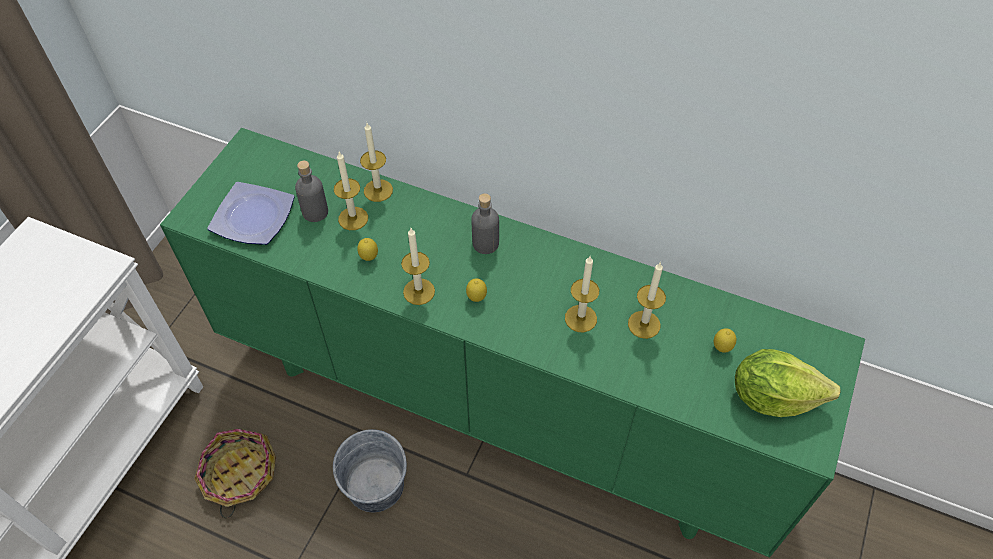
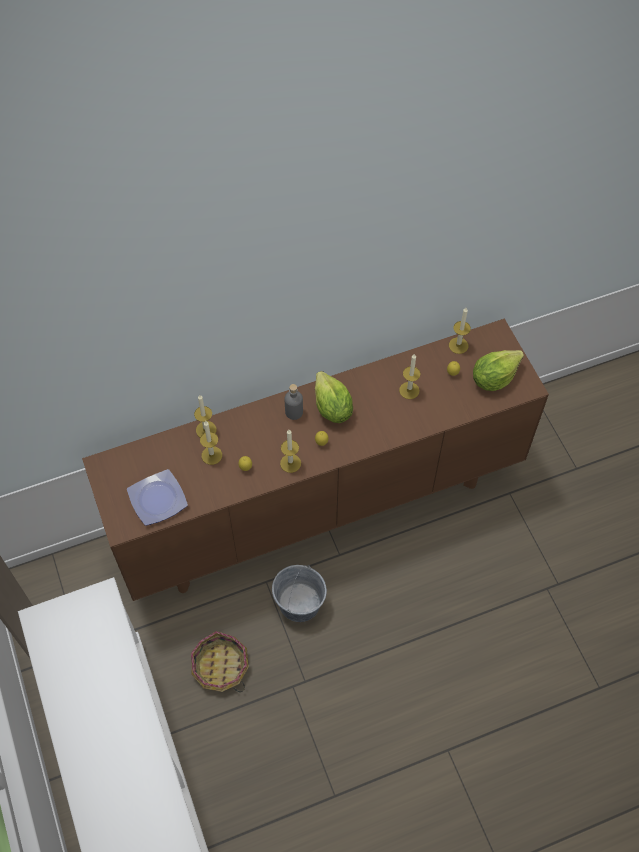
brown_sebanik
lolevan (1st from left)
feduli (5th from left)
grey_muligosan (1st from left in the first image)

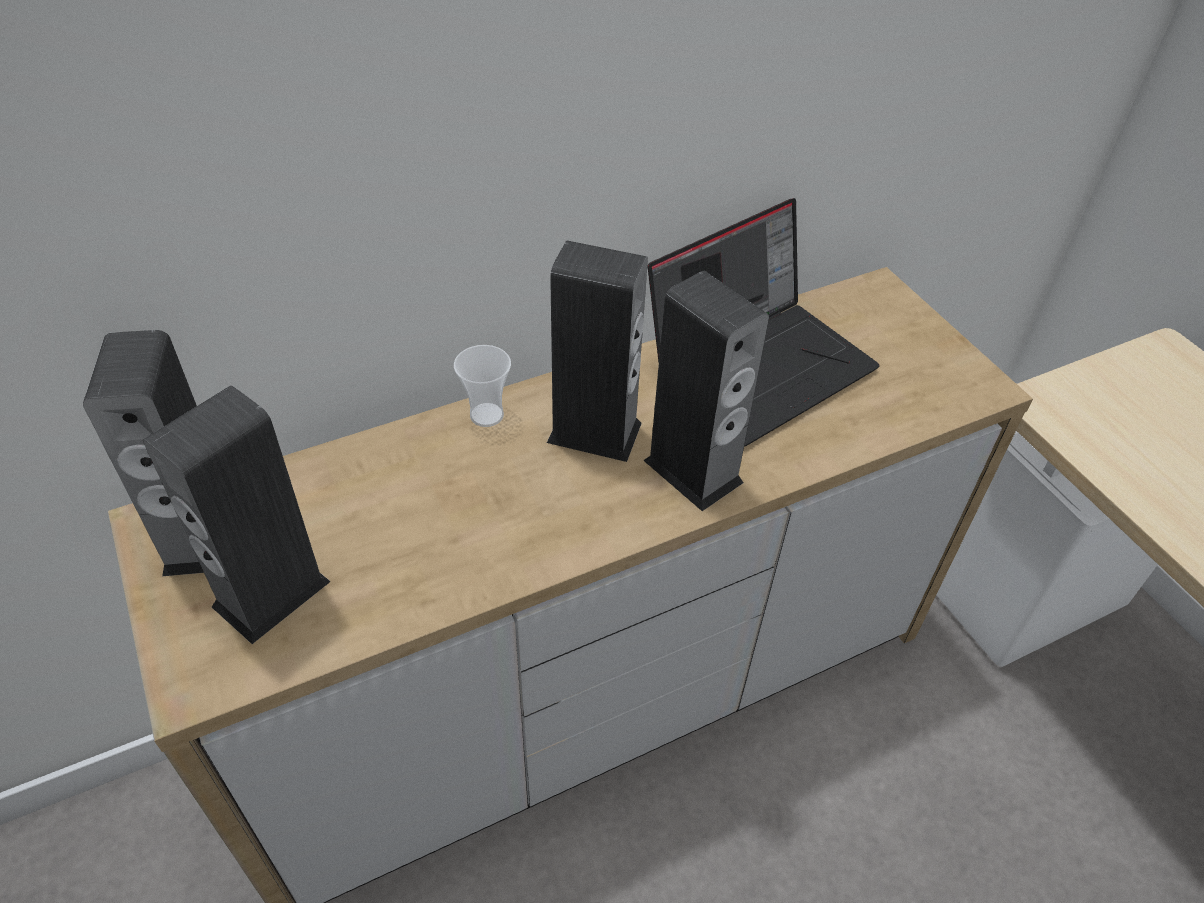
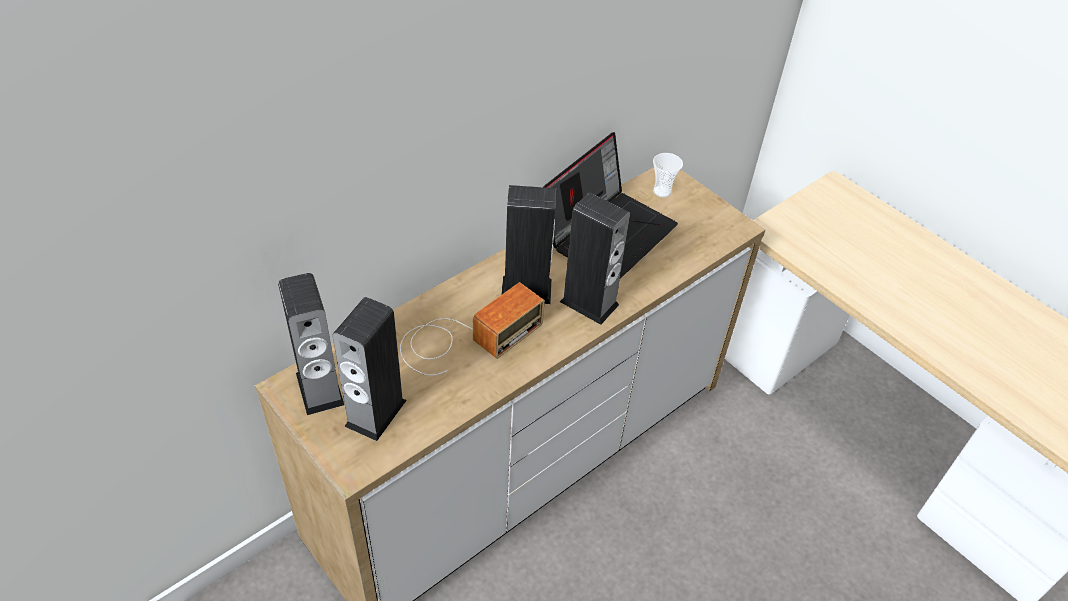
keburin
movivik

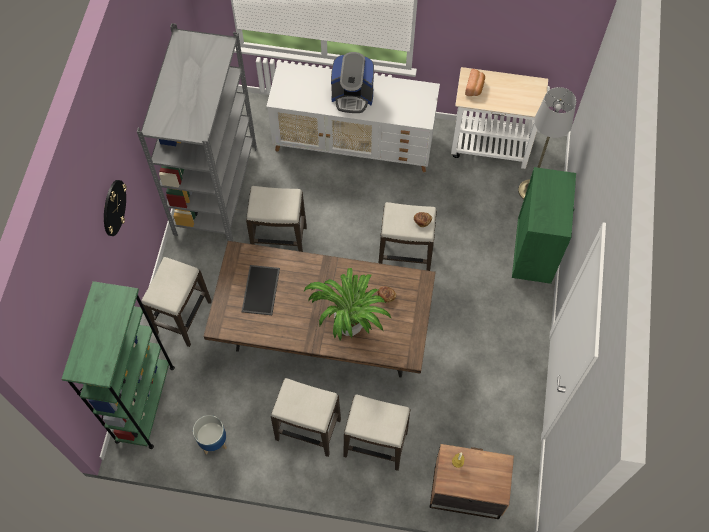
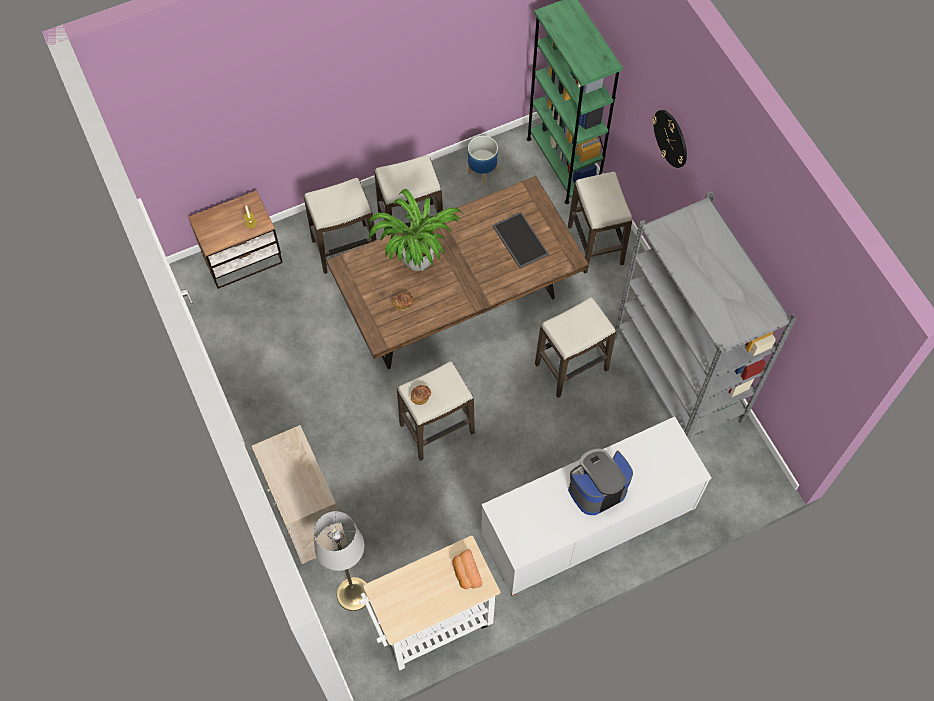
beige_sebanik

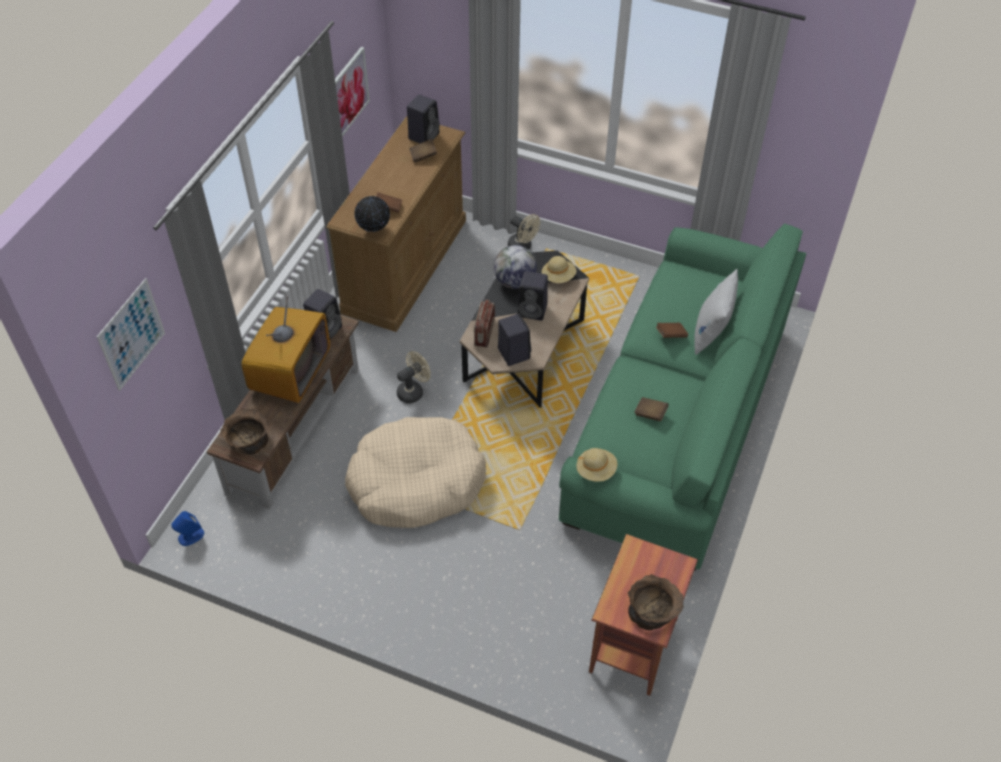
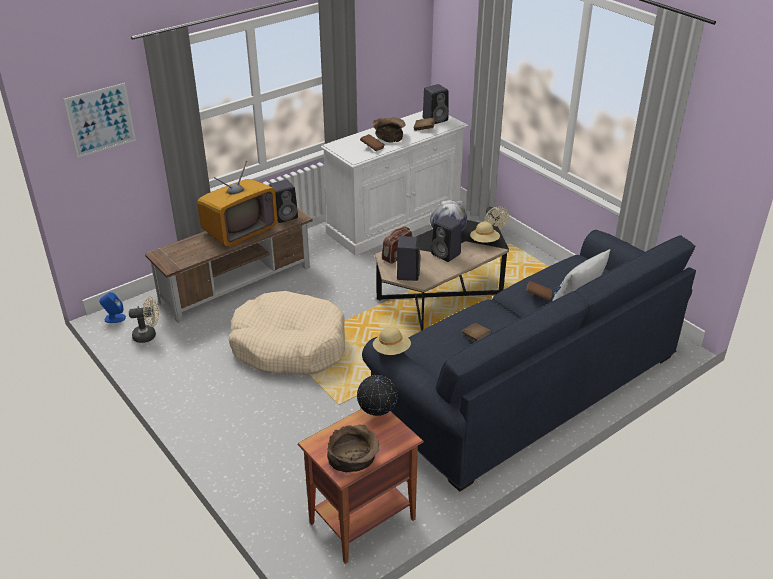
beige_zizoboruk (1st from left)
white_sebanik
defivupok (1st from left)
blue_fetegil
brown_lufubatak (2nd from left)
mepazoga (2nd from left in the first image)

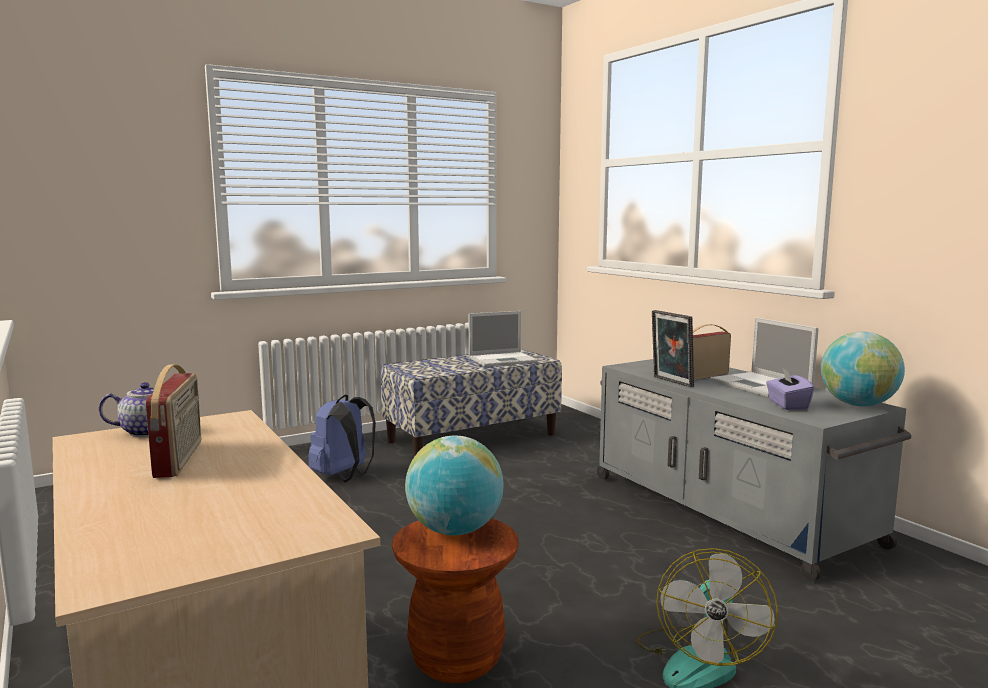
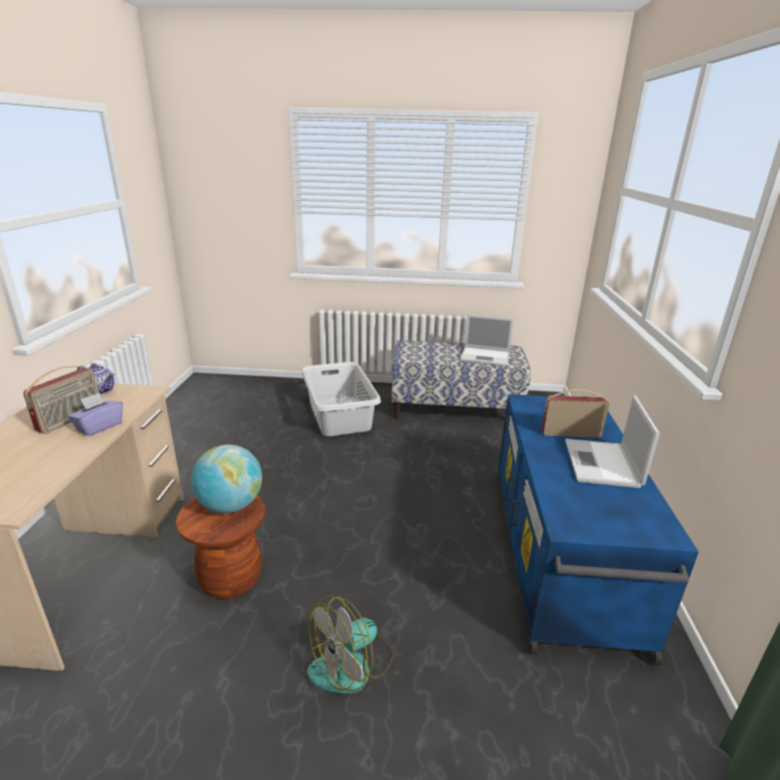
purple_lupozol
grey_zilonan
blue_sebanik
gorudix
defivupok (2nd from left in the first image)

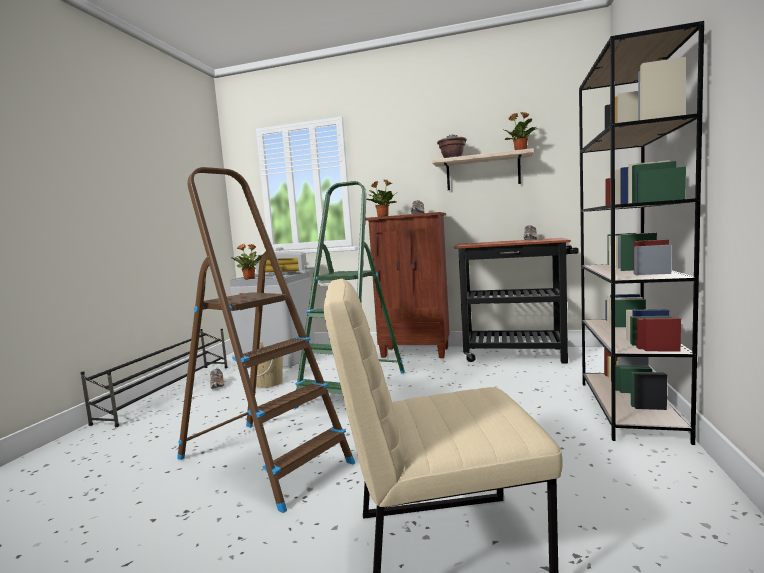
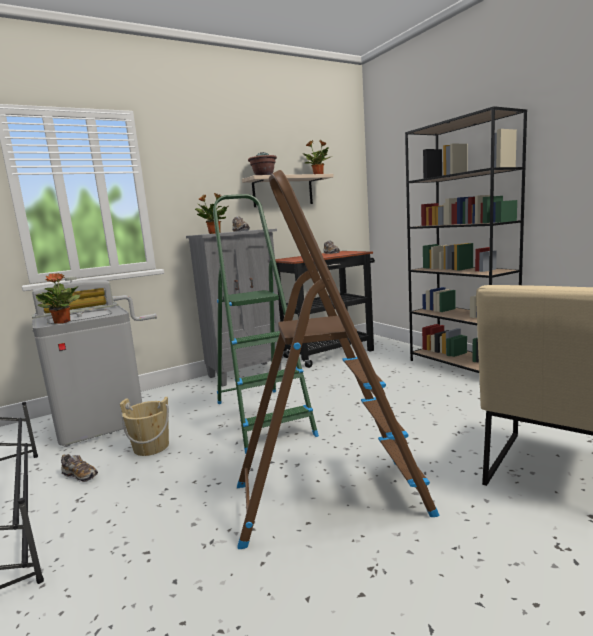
grey_sebanik

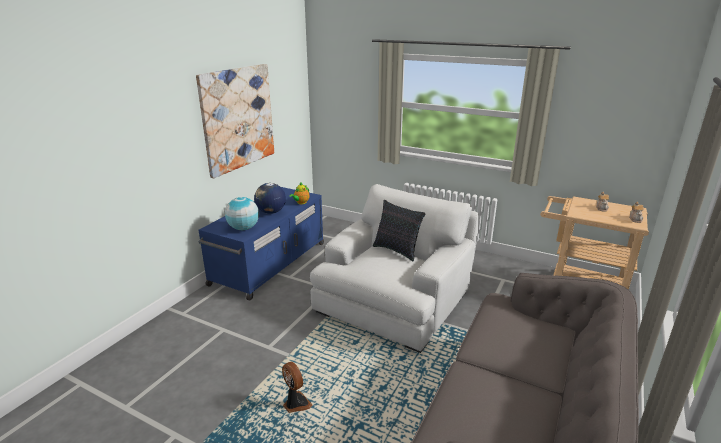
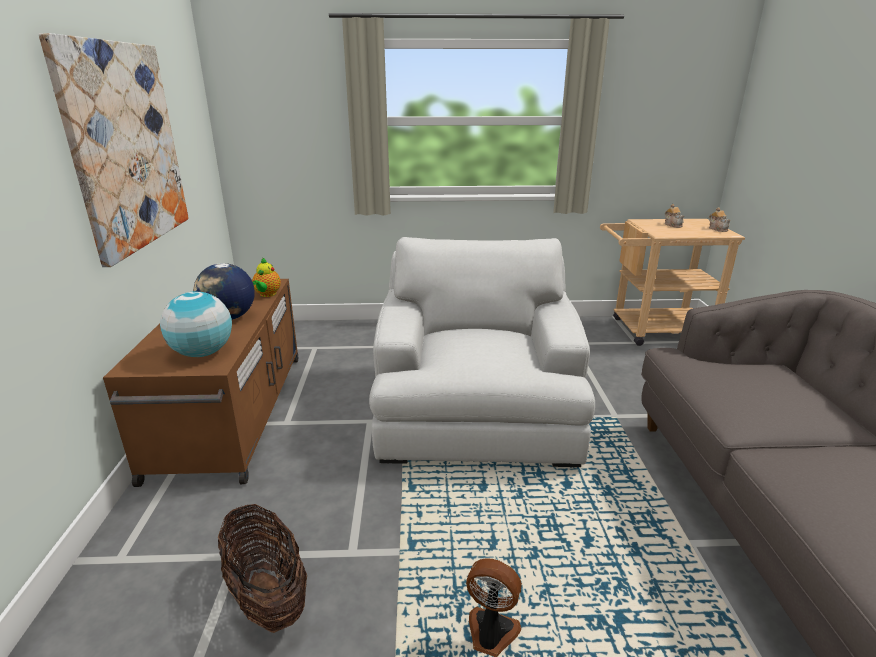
brown_sebanik
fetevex
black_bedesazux

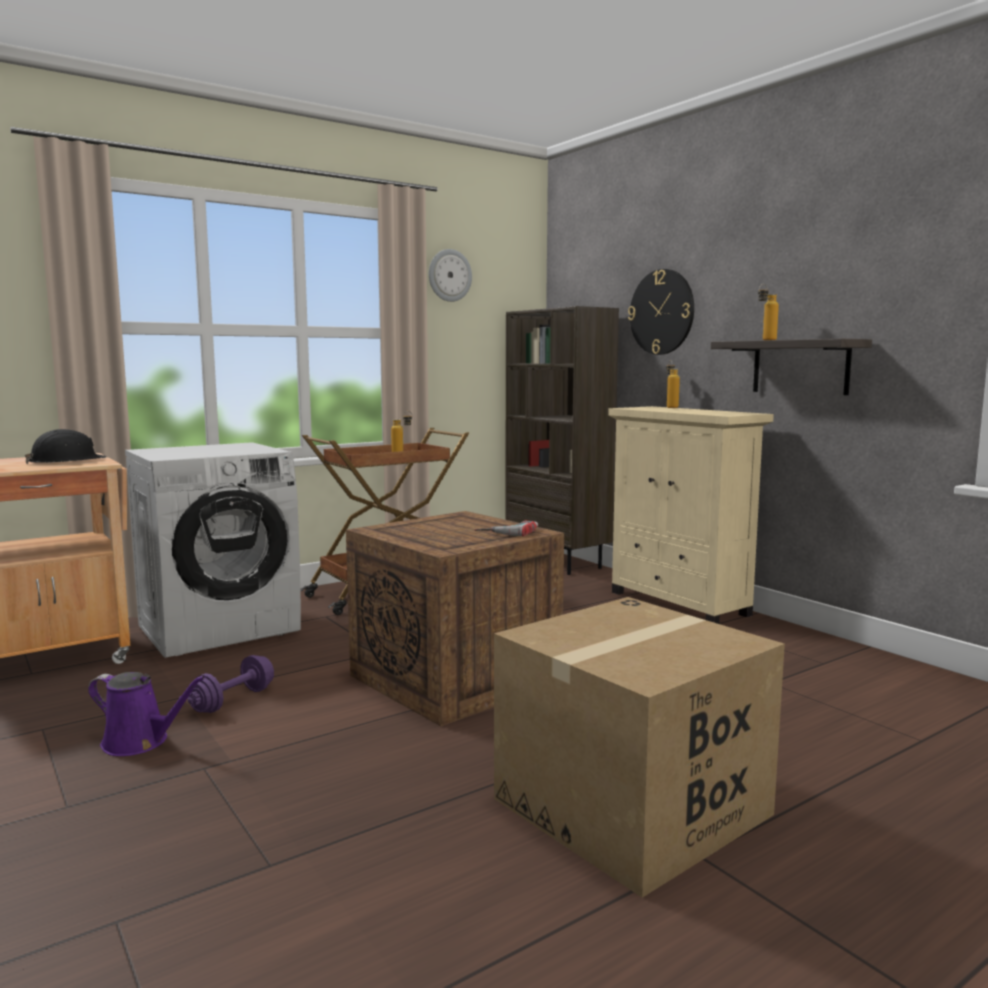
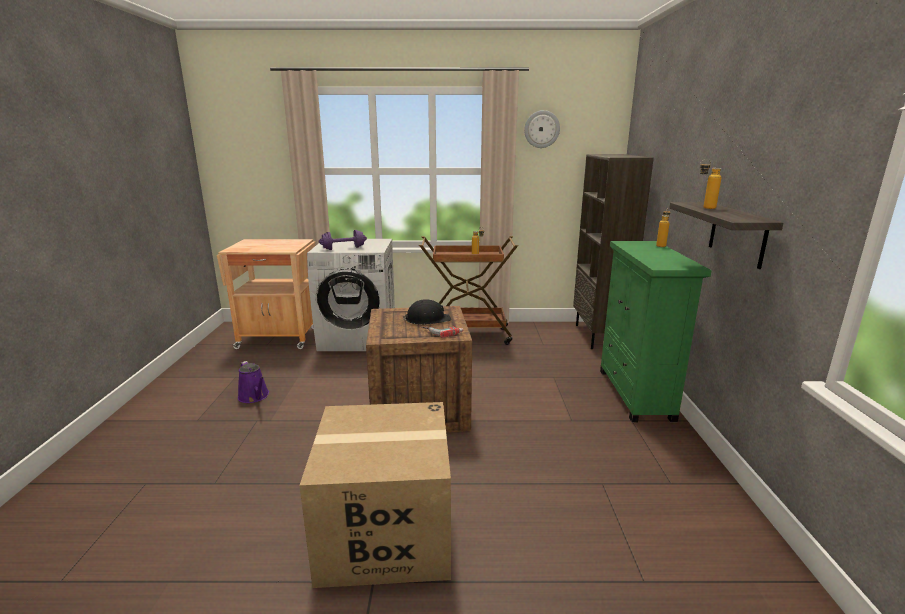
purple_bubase
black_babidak
green_sebanik
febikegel (2nd from left in the first image)

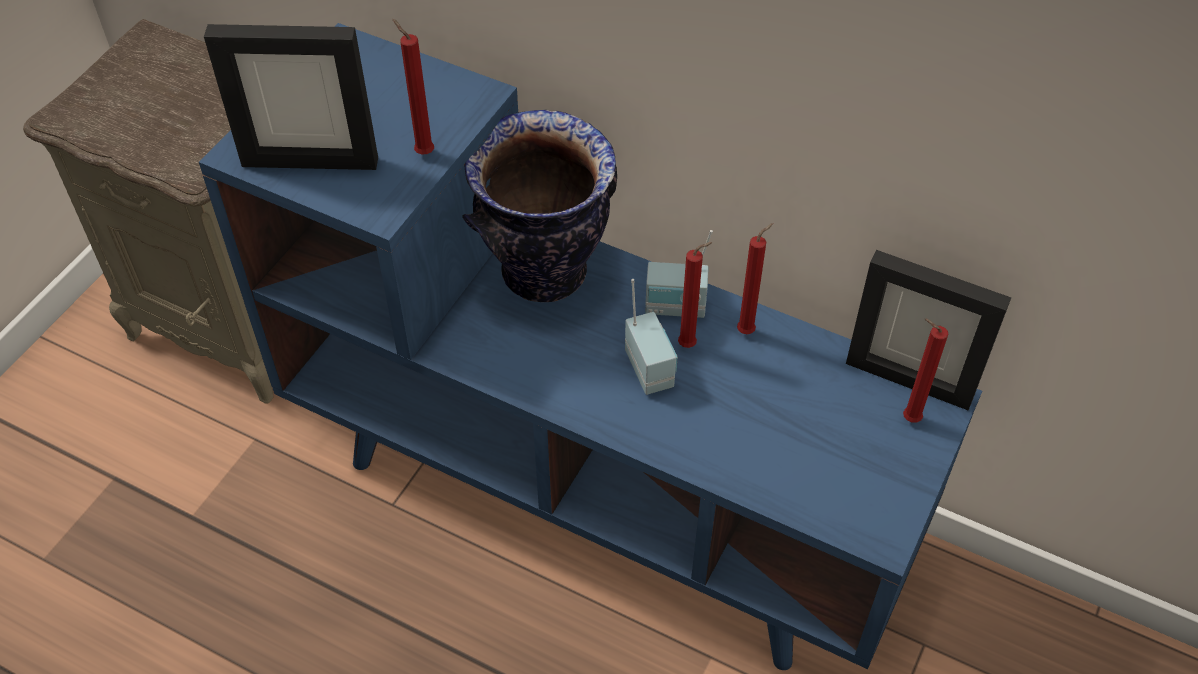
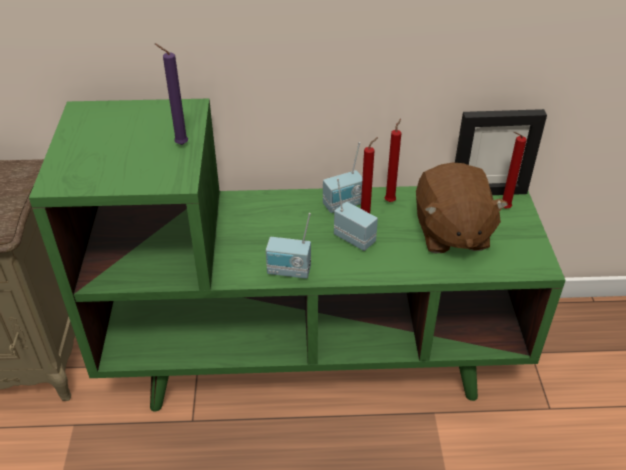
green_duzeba
purple_feduli
keburin (1st from left)
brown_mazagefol
gorudix (1st from left in the first image)
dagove

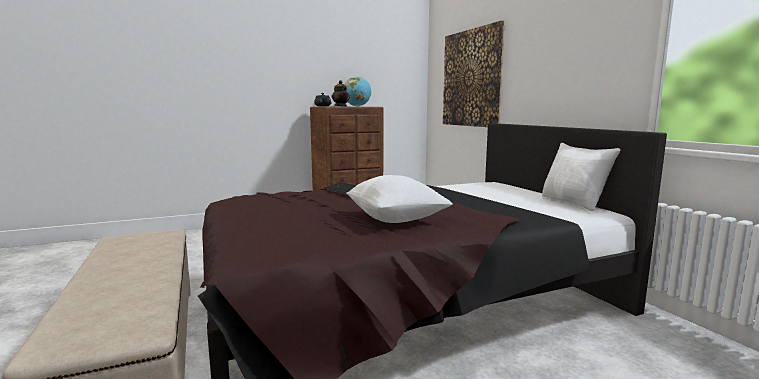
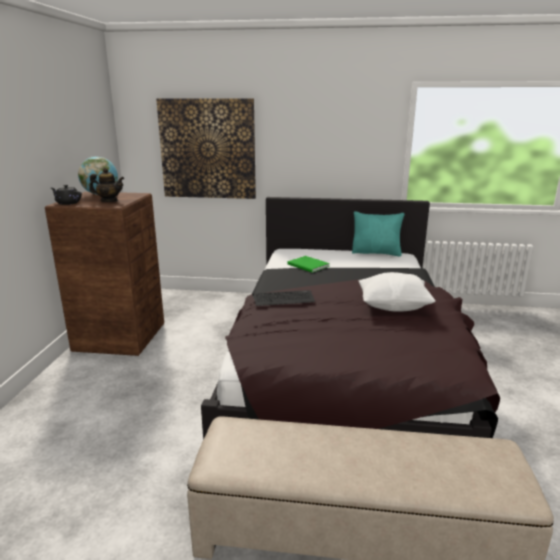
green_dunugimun
turquoise_bedesazux

